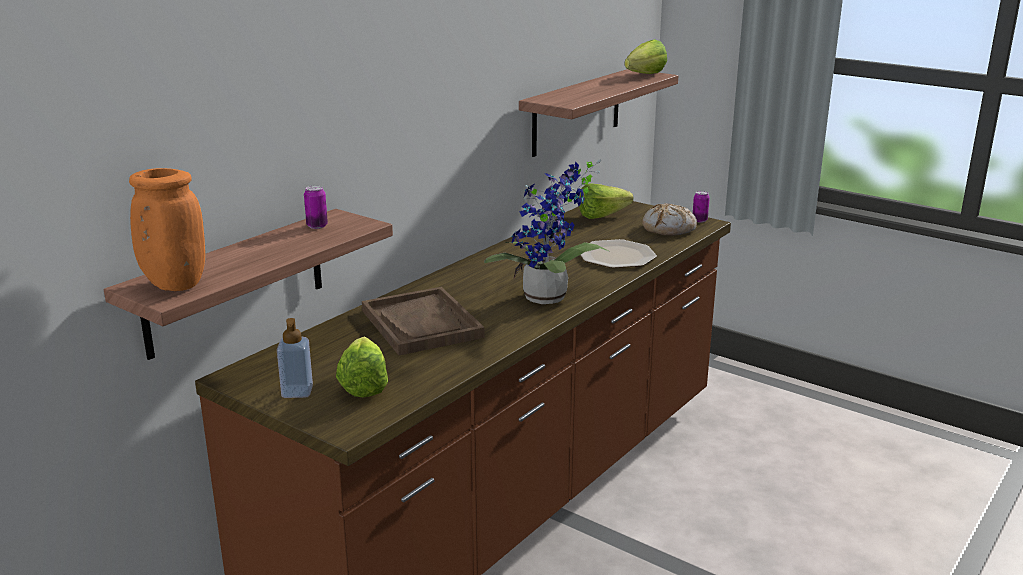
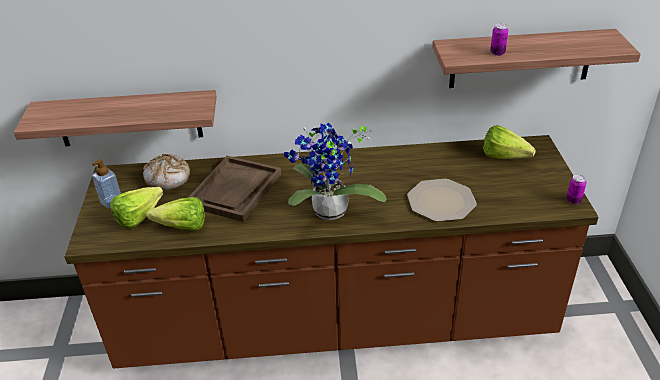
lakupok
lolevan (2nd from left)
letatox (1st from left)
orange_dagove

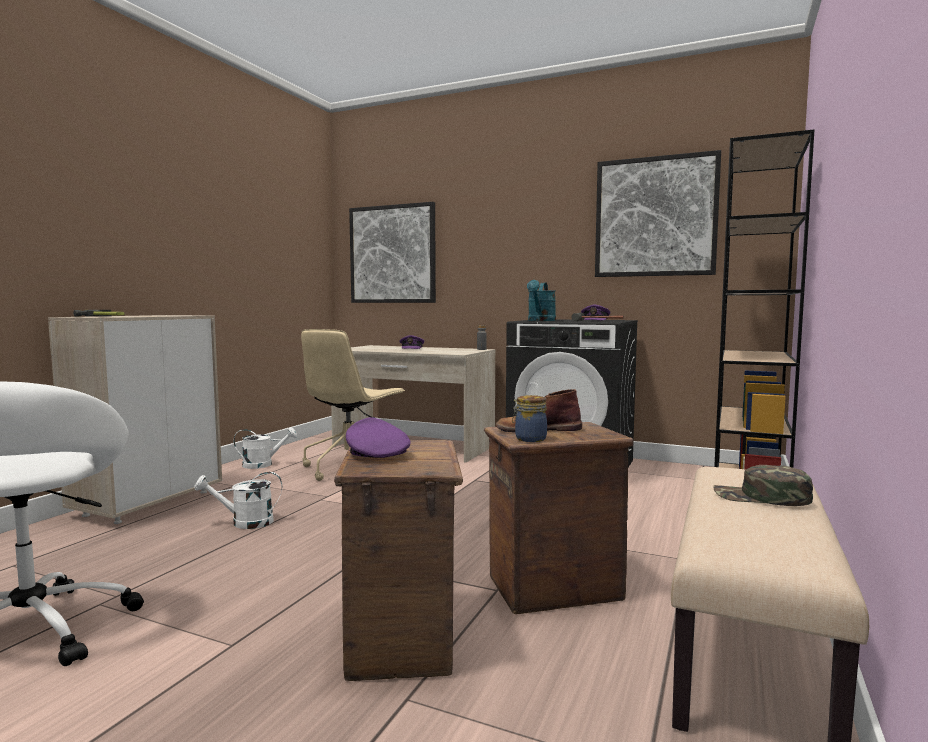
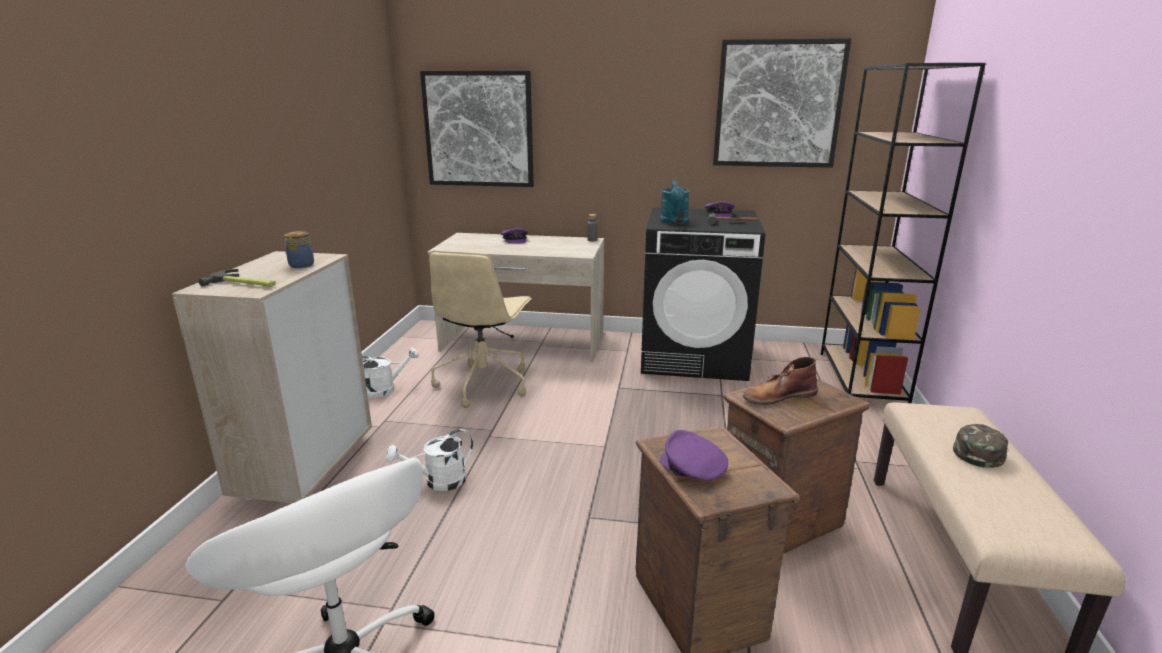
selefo
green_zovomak

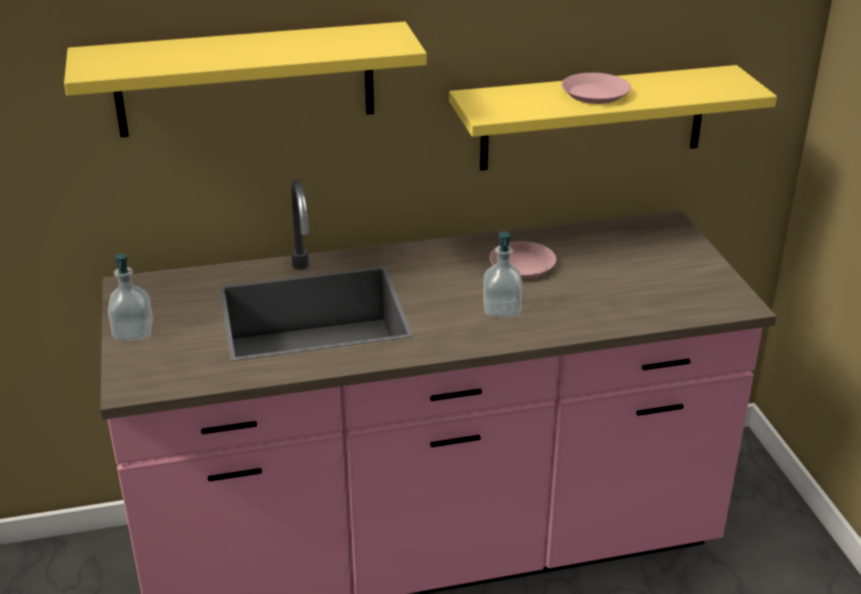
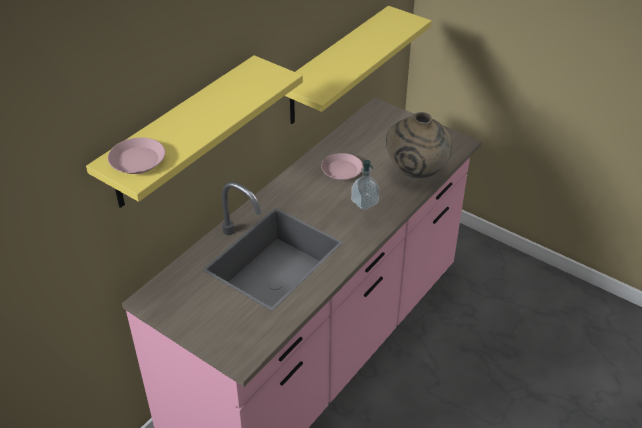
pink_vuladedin (1st from left)
beige_dagove
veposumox (1st from left in the first image)

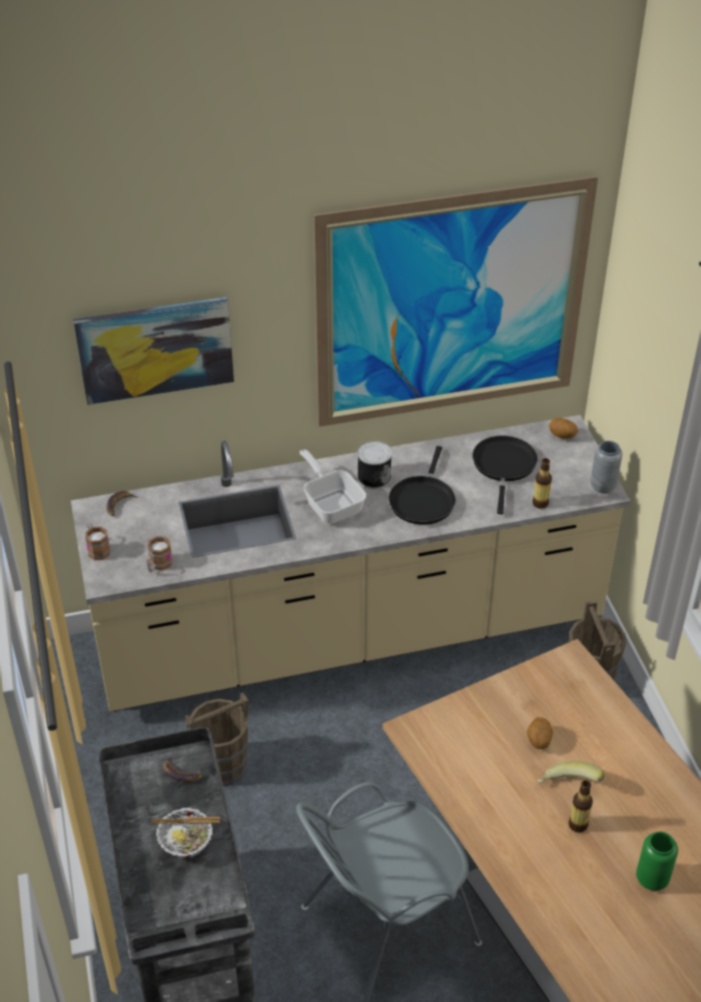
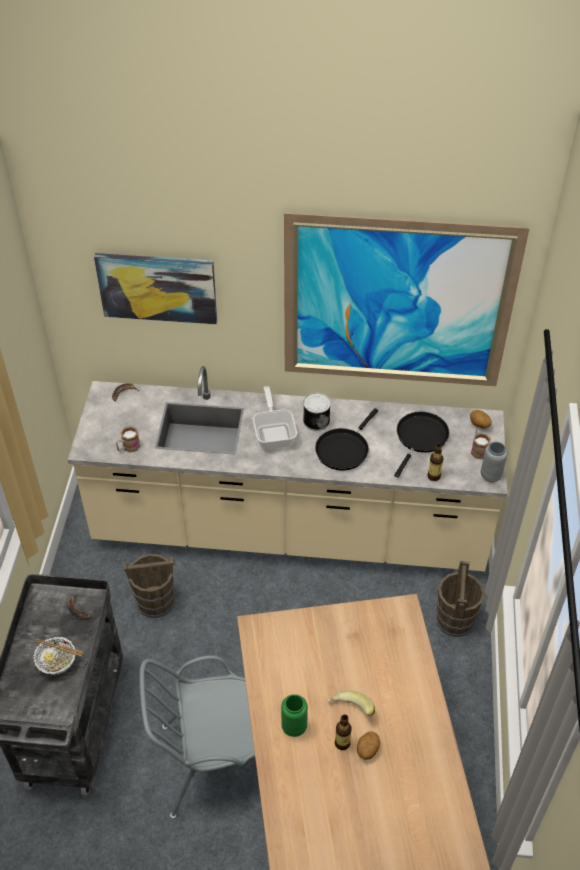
green_dagove
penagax (1st from left)
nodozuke (2nd from left)

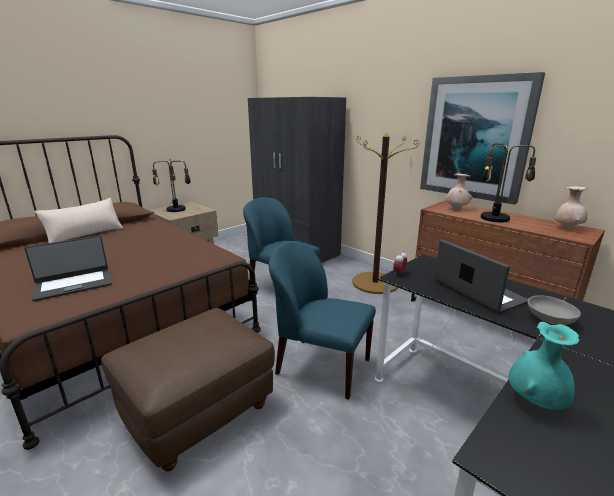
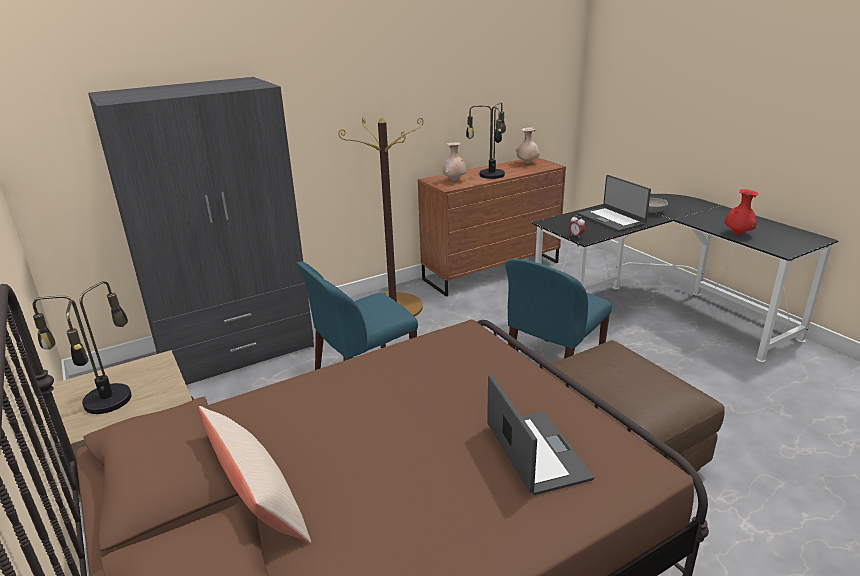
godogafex (2nd from left)
red_dagove
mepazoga

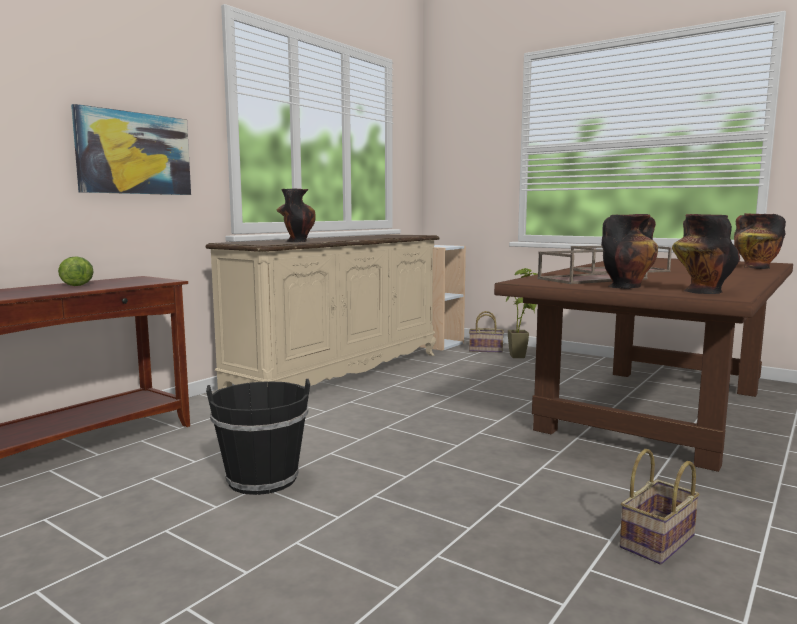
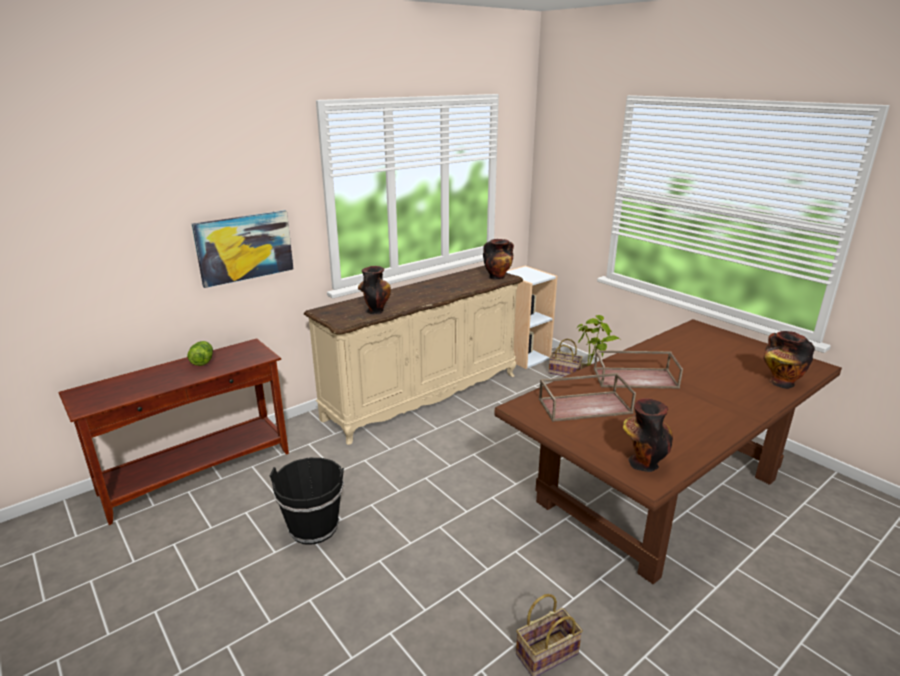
dagove (2nd from left)

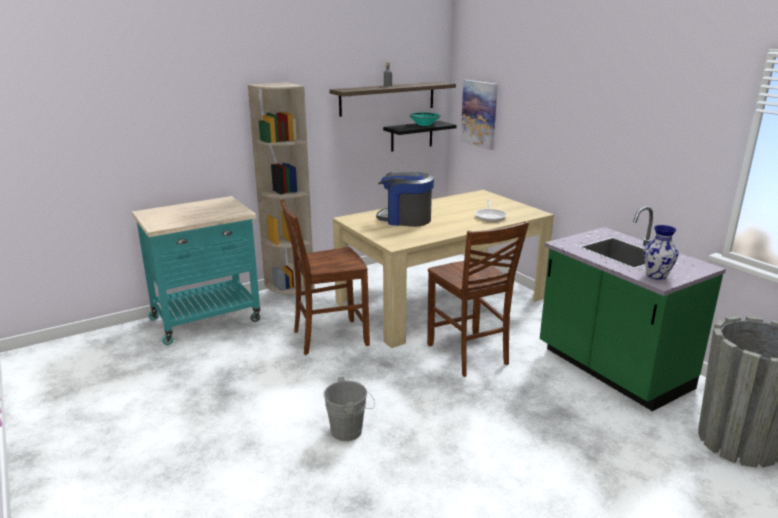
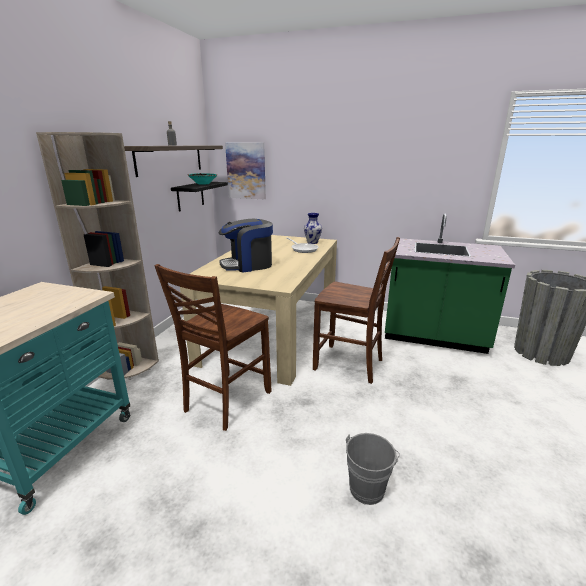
dagove

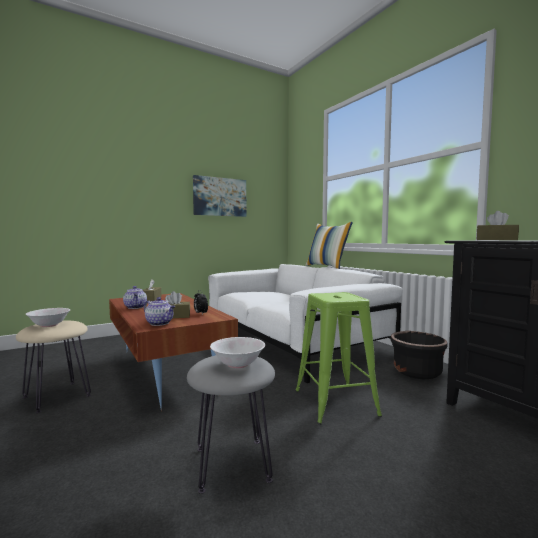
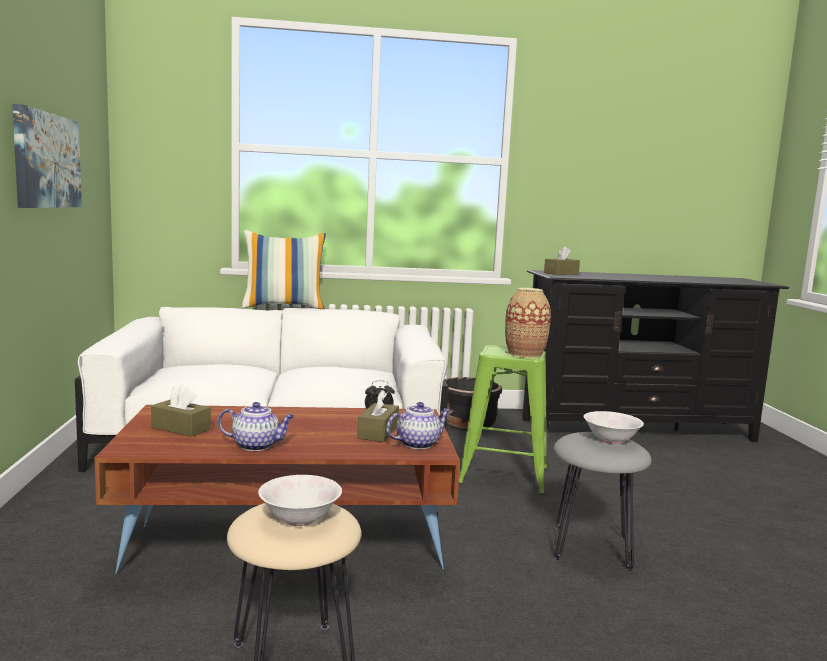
dagove

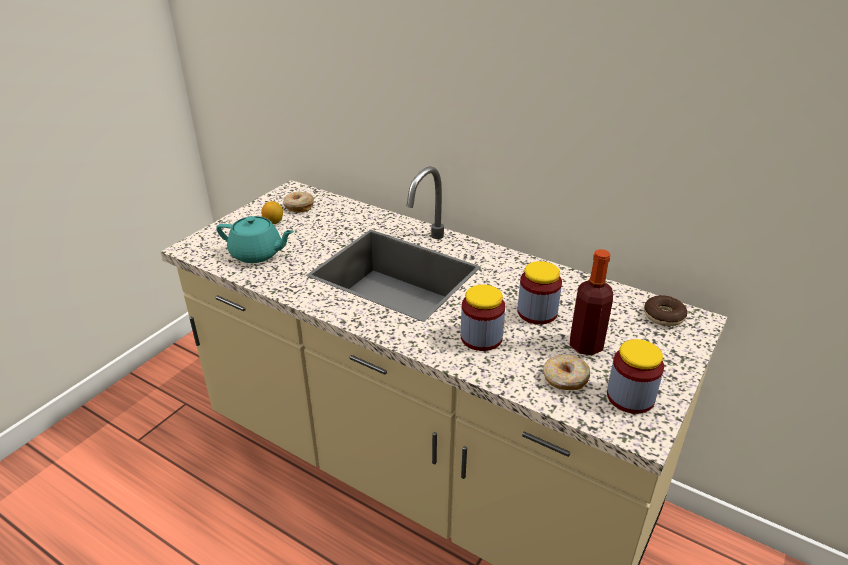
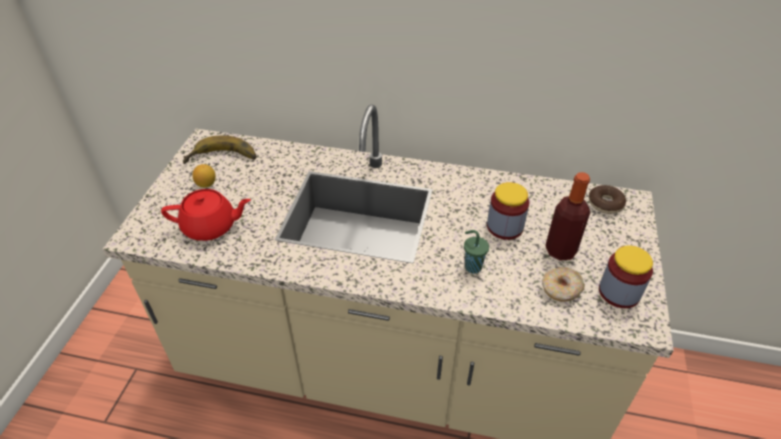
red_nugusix
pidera
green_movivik

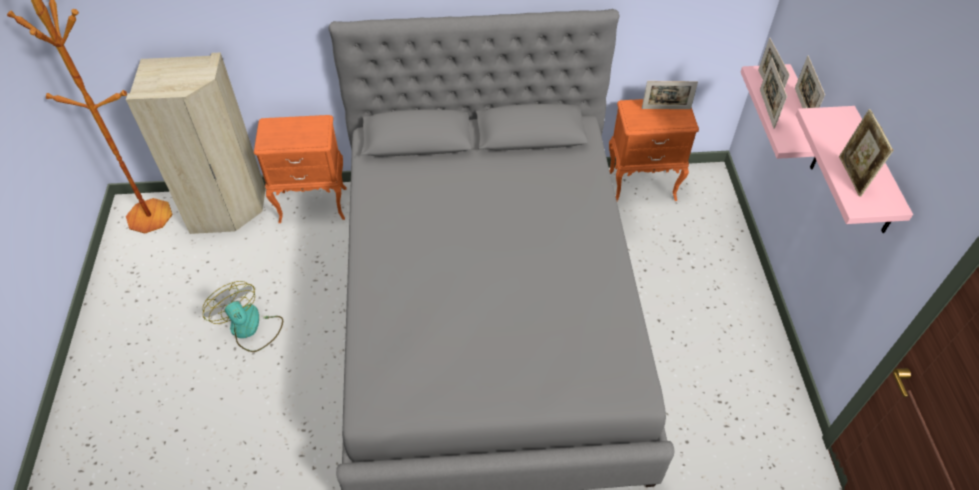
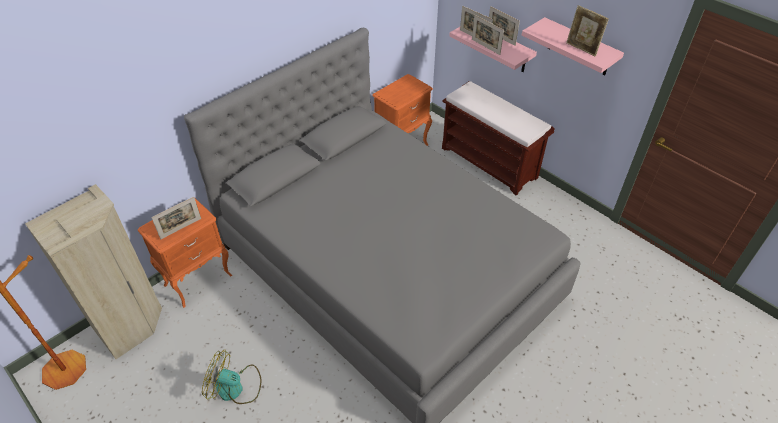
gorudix (1st from left)
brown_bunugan

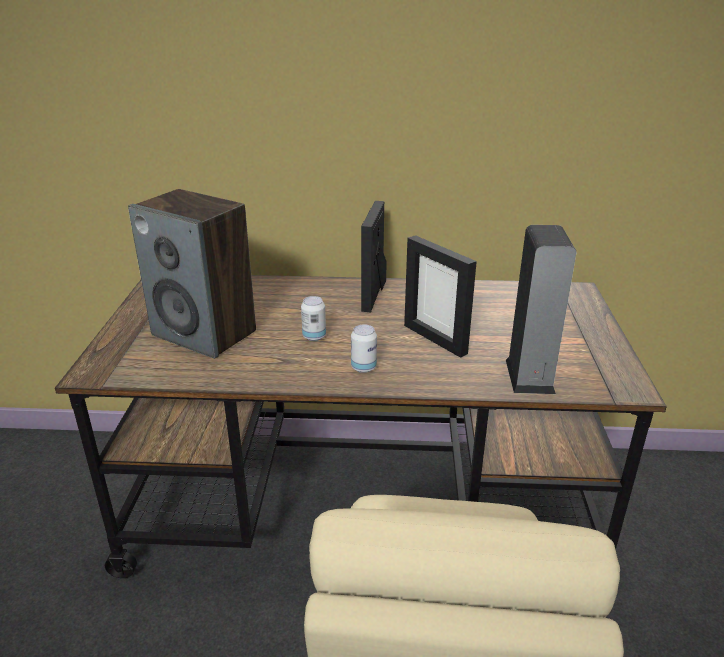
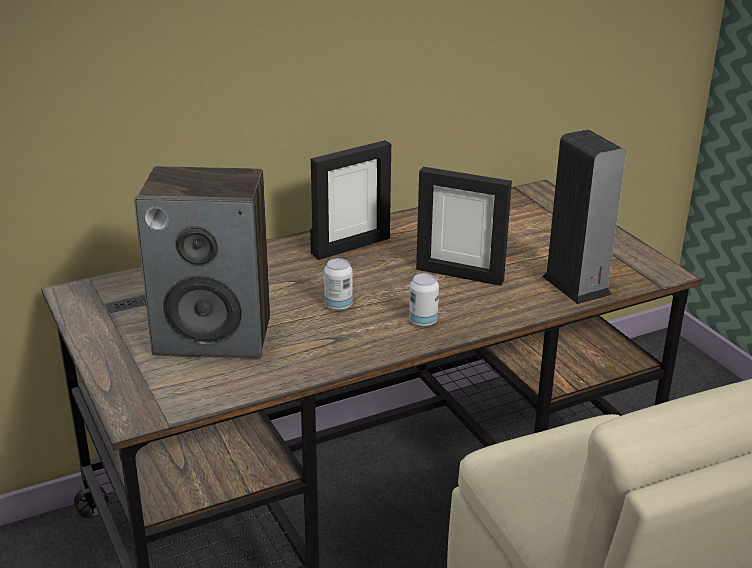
gorudix (1st from left)

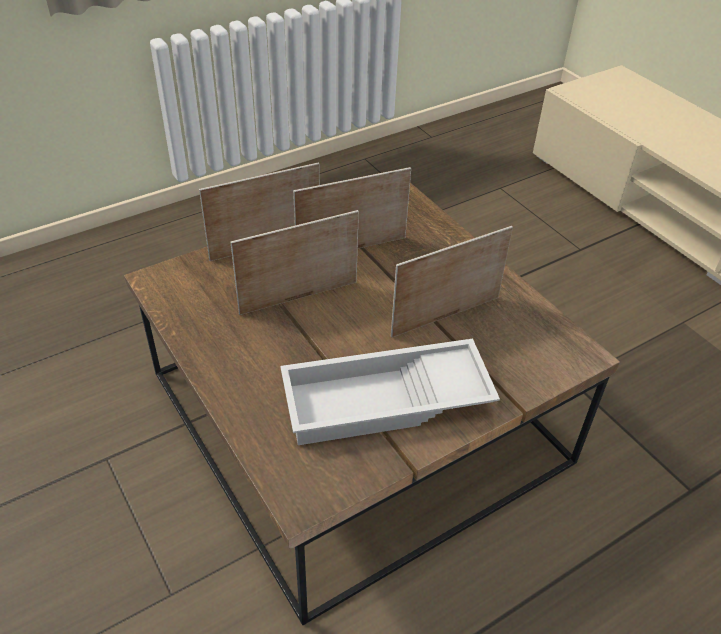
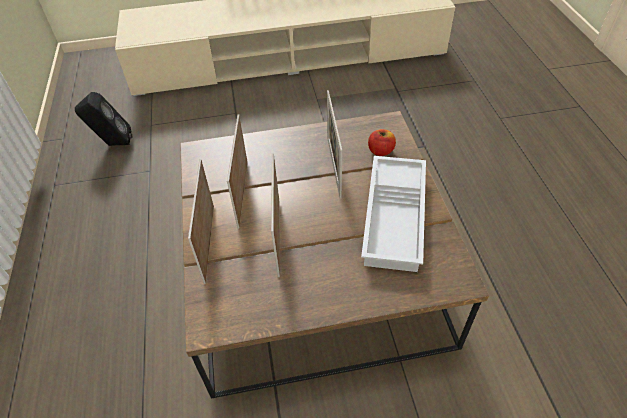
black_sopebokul
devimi

